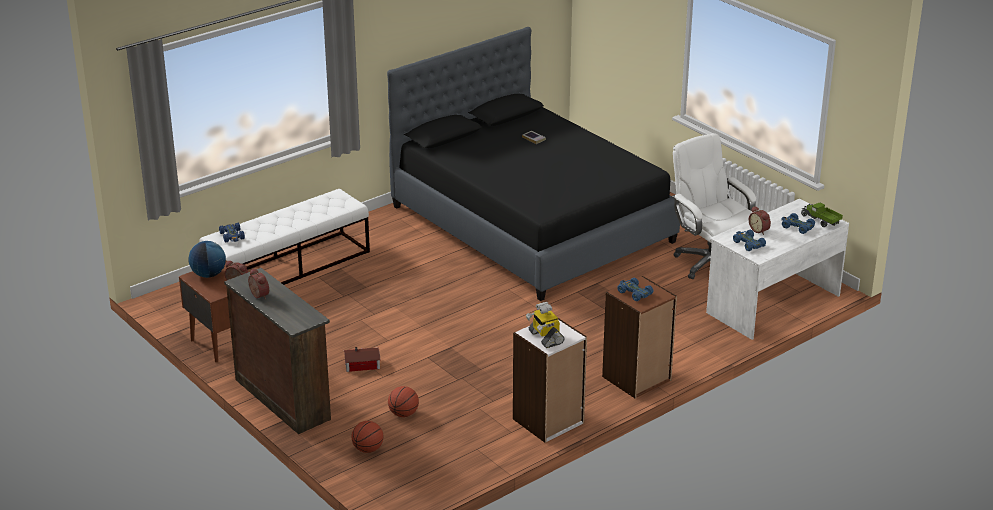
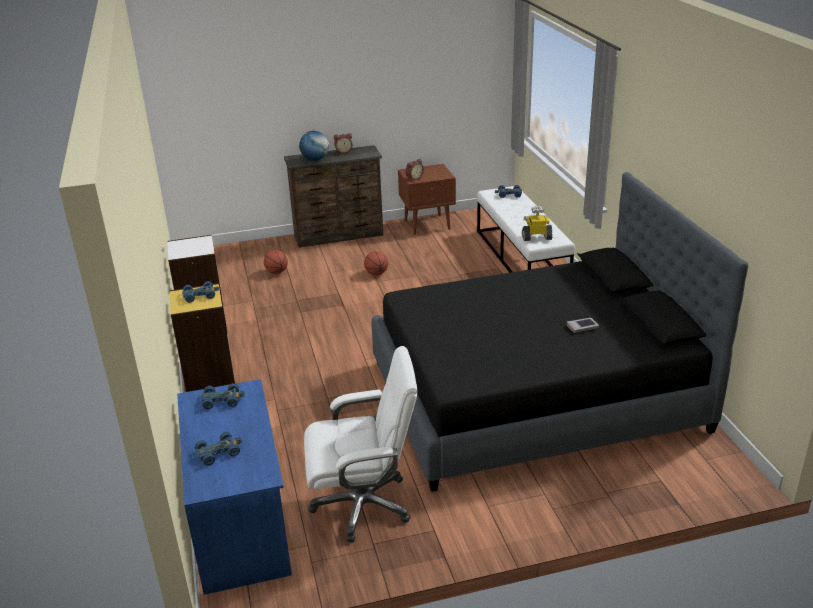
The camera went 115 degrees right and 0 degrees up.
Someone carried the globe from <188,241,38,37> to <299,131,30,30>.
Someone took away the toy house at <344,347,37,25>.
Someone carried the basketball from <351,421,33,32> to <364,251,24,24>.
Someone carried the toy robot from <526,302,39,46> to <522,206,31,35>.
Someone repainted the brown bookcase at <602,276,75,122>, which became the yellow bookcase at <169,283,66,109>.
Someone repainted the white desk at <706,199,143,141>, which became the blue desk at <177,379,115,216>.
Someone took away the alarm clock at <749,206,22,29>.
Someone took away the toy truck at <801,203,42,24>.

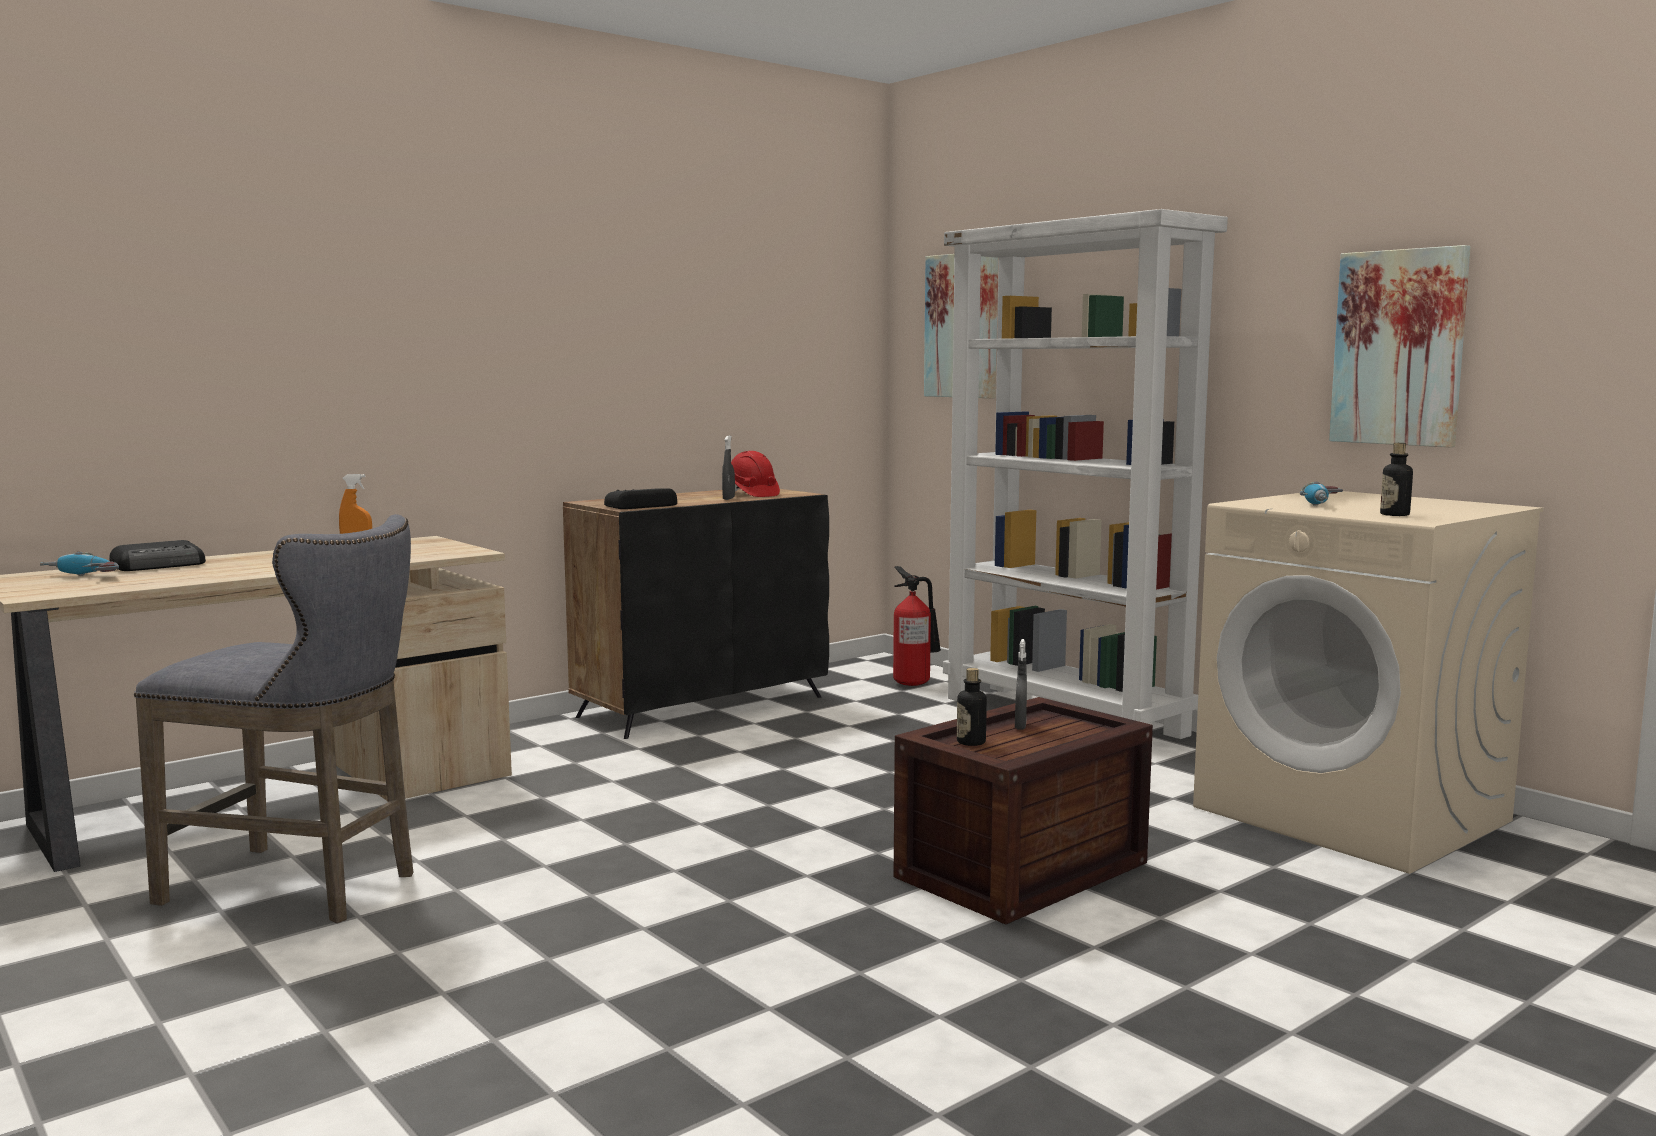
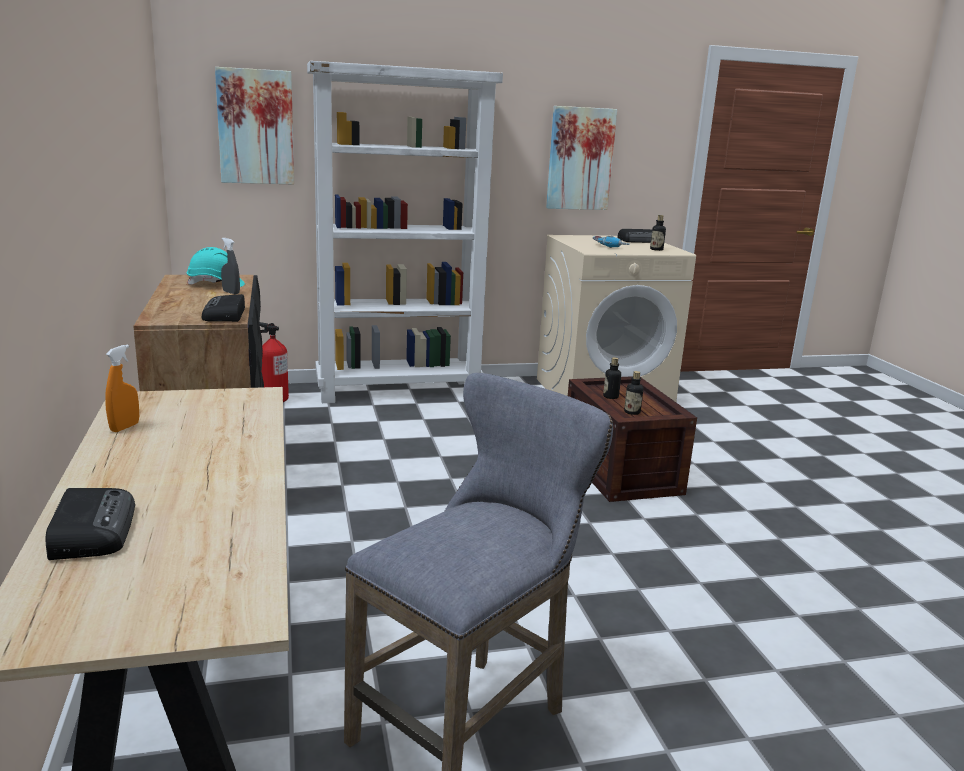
The camera went 65 degrees left and 10 degrees up.
Someone took away the power drill at <40,552,79,24>.
Someone repainted the red hard hat at <731,451,49,46>, which became the turquoise hard hat at <187,247,58,40>.
Someone swapped the grey spray bottle at <1015,639,12,91> for the bottle at <603,357,18,42>.
Someone put down the radio at <617,229,35,14>.

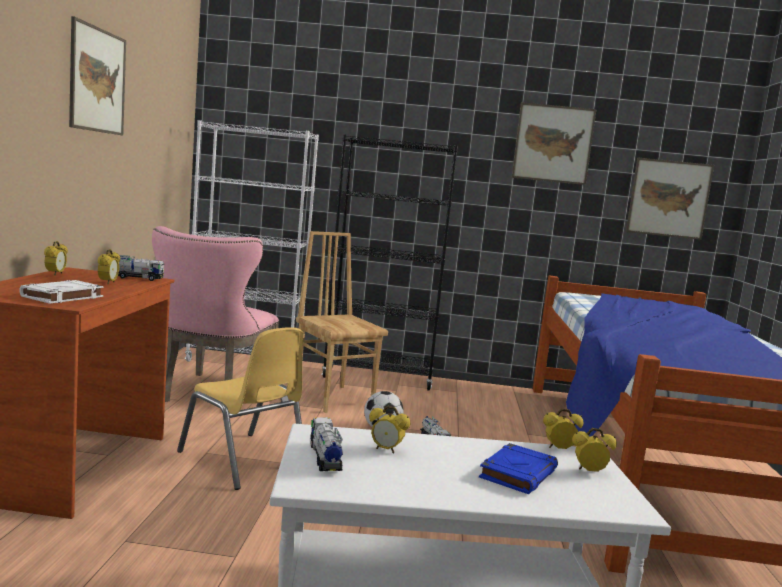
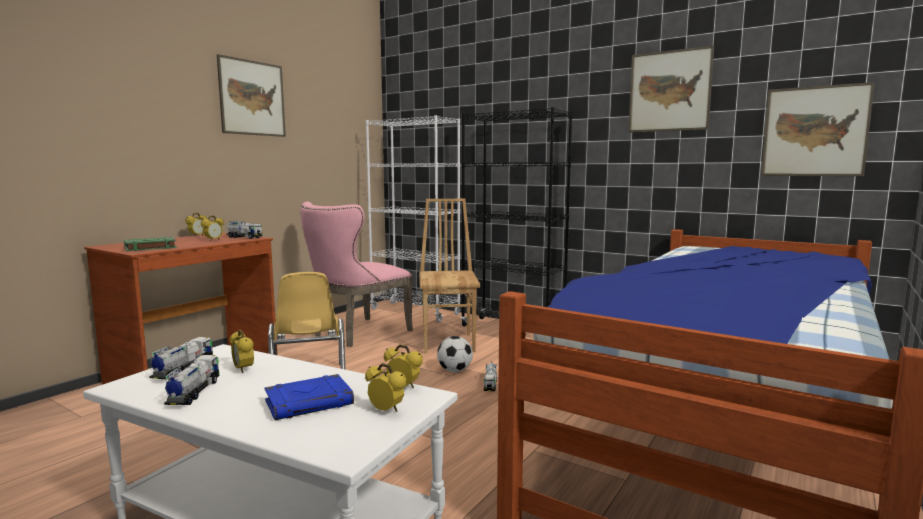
The camera went 30 degrees right and 0 degrees up.
Someone repainted the white book at <19,280,85,24>, which became the green book at <124,237,53,14>.
Someone put down the toy truck at <164,355,55,50>.

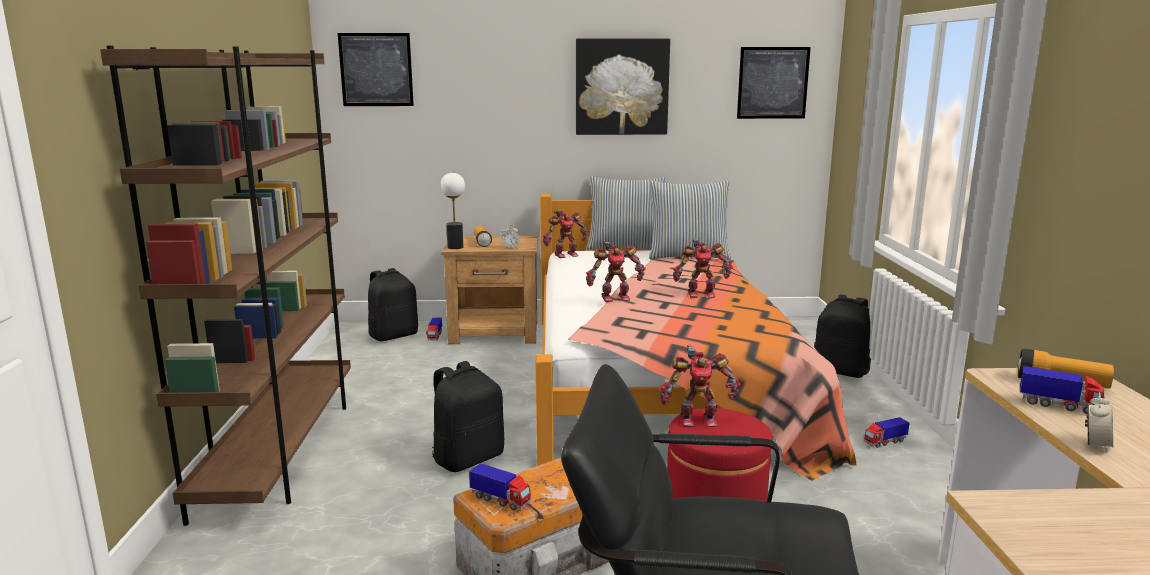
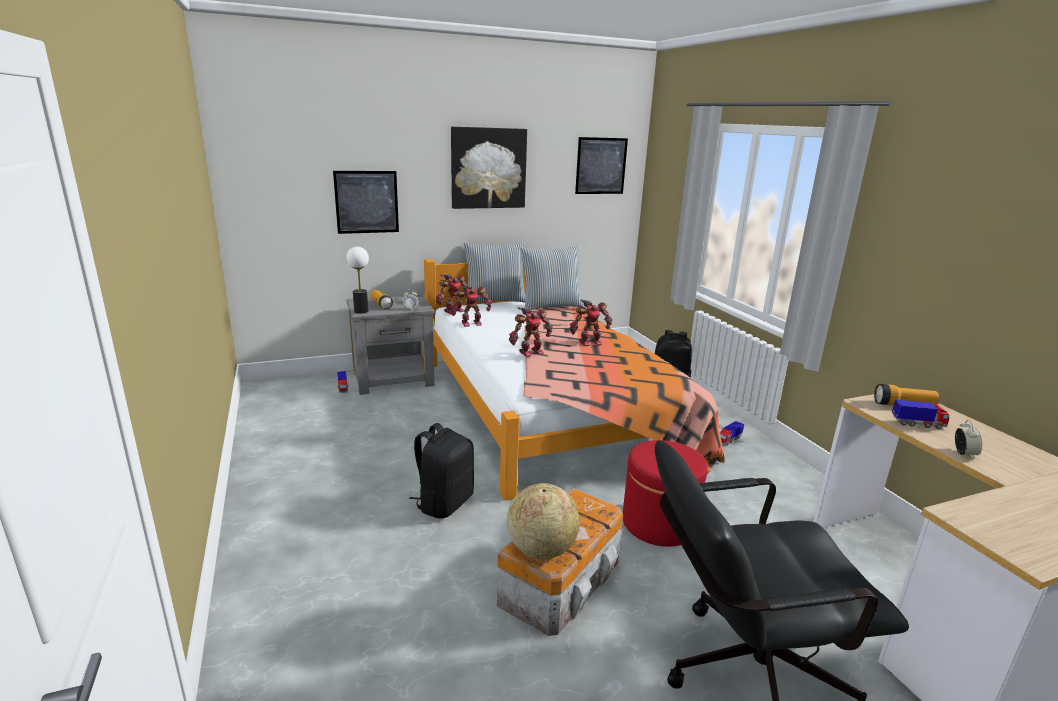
The camera went 20 degrees left and 5 degrees up.
Someone took away the brown bookcase at <100,46,251,480>.
Someone carried the picture from <338,33,76,73> to <333,171,66,63>.
Someone took away the black backpack at <368,268,50,73>.
Someone repainted the brown nightstand at <441,235,97,109>, which became the grey nightstand at <346,294,89,101>.
Someone swapped the toy truck at <469,463,62,48> for the globe at <507,483,73,76>.
Someone carried the toy robot from <660,345,81,82> to <451,284,41,43>.

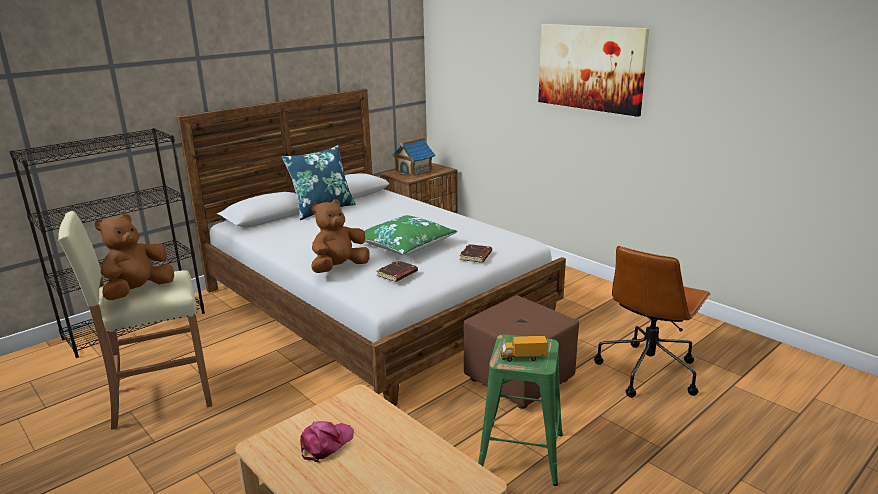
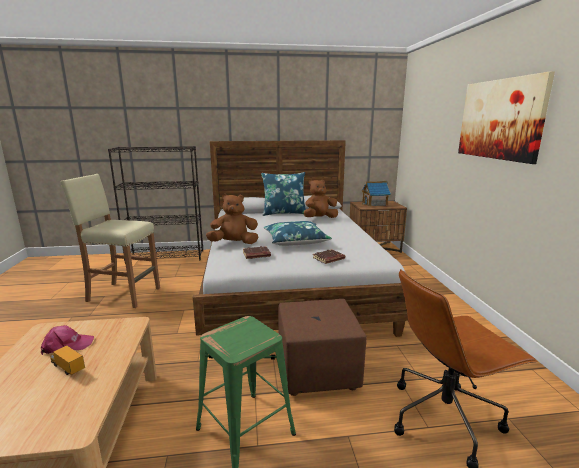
The camera went 35 degrees right and 5 degrees down.
Someone carried the brown plush toy from <95,213,79,87> to <304,180,34,38>.
Someone repainted the green pillow at <364,215,93,40>, which became the blue pillow at <264,221,68,25>.
Someone carried the toy truck from <501,336,47,26> to <50,345,35,30>.

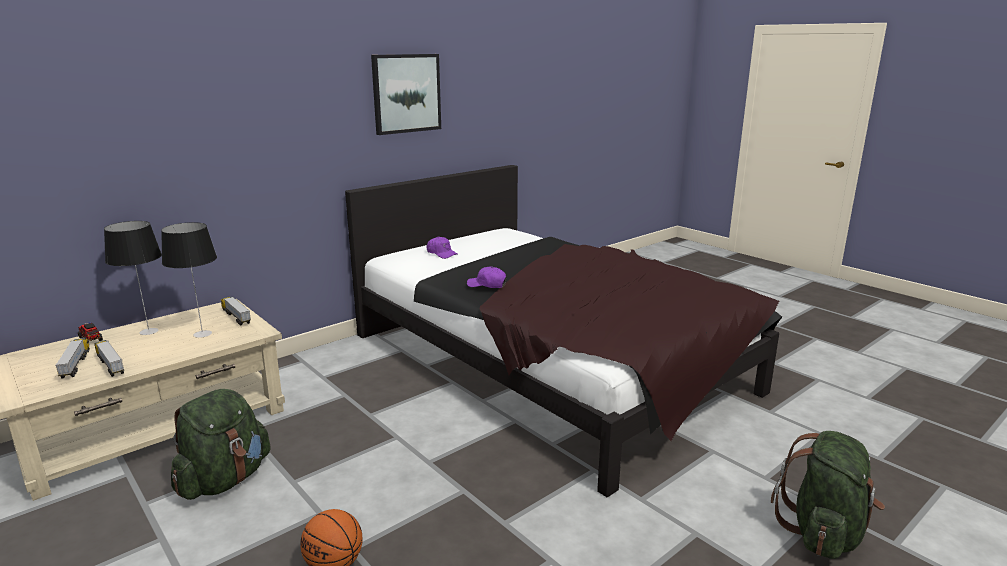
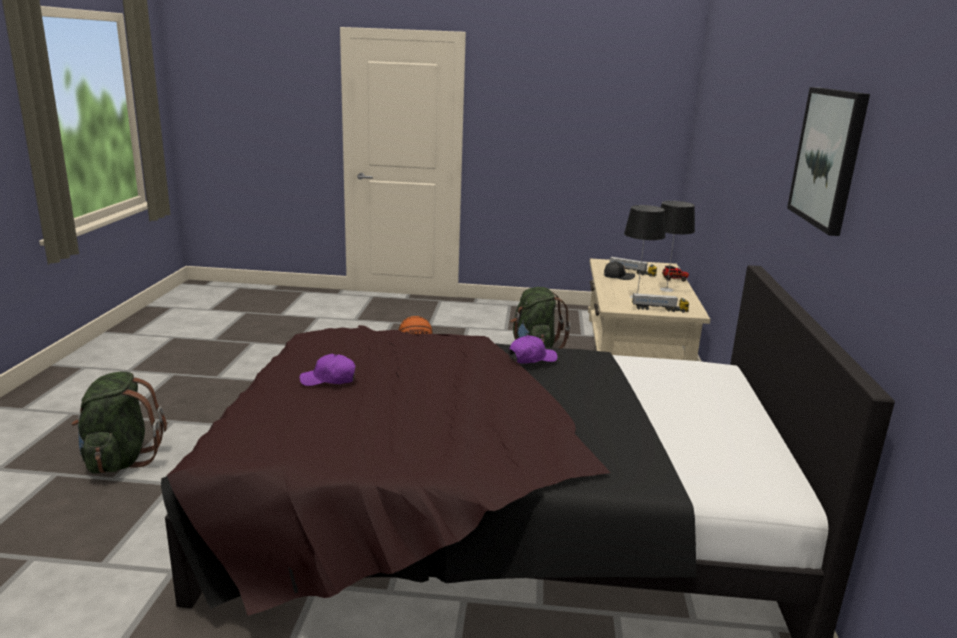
The camera went 135 degrees right and 0 degrees up.
Someone swapped the toy truck at <94,340,30,37> for the black cap at <604,261,31,19>.
Someone carried the purple cap from <427,237,31,22> to <299,354,57,32>.

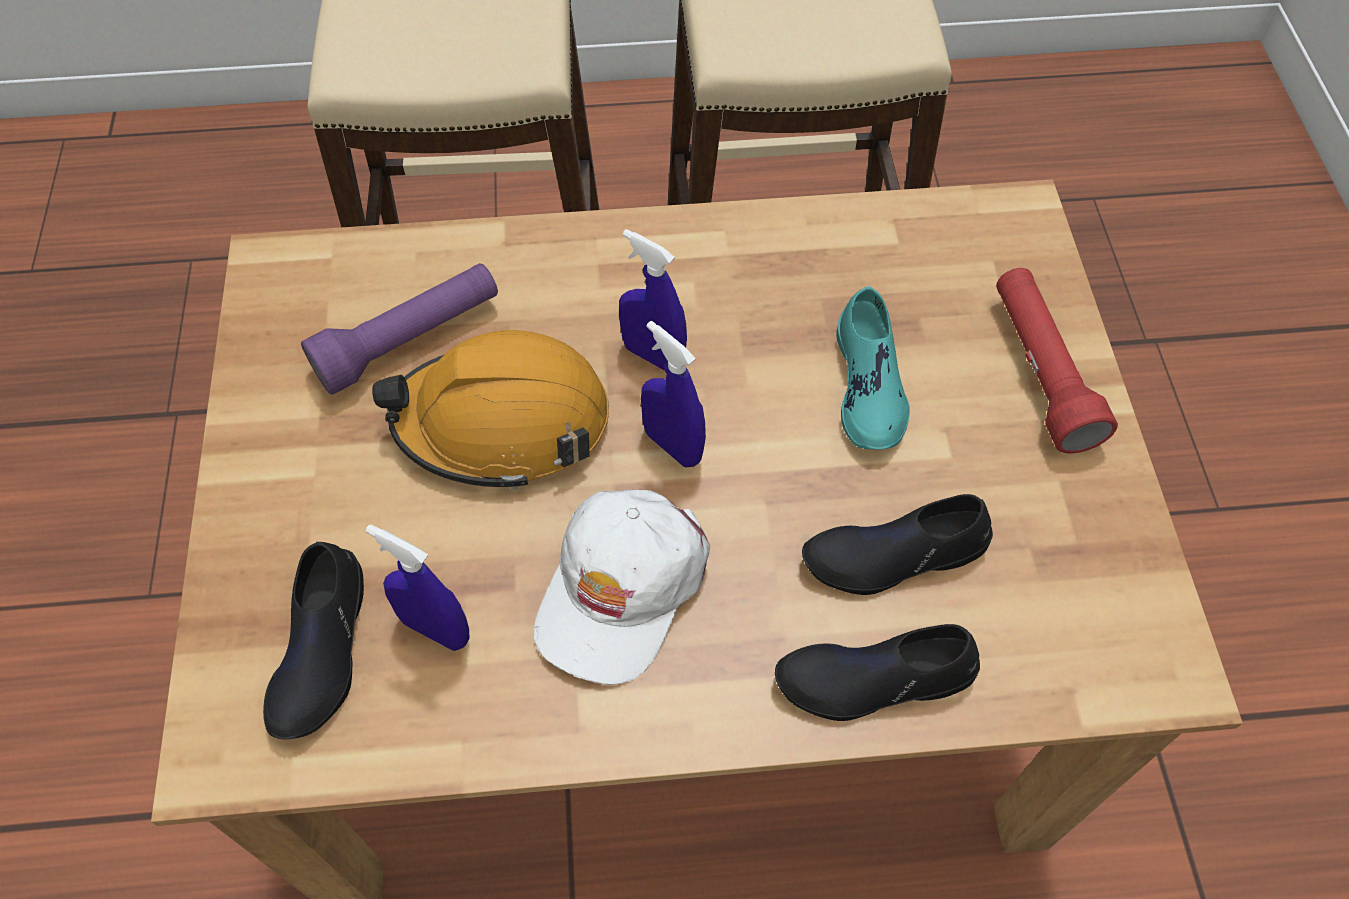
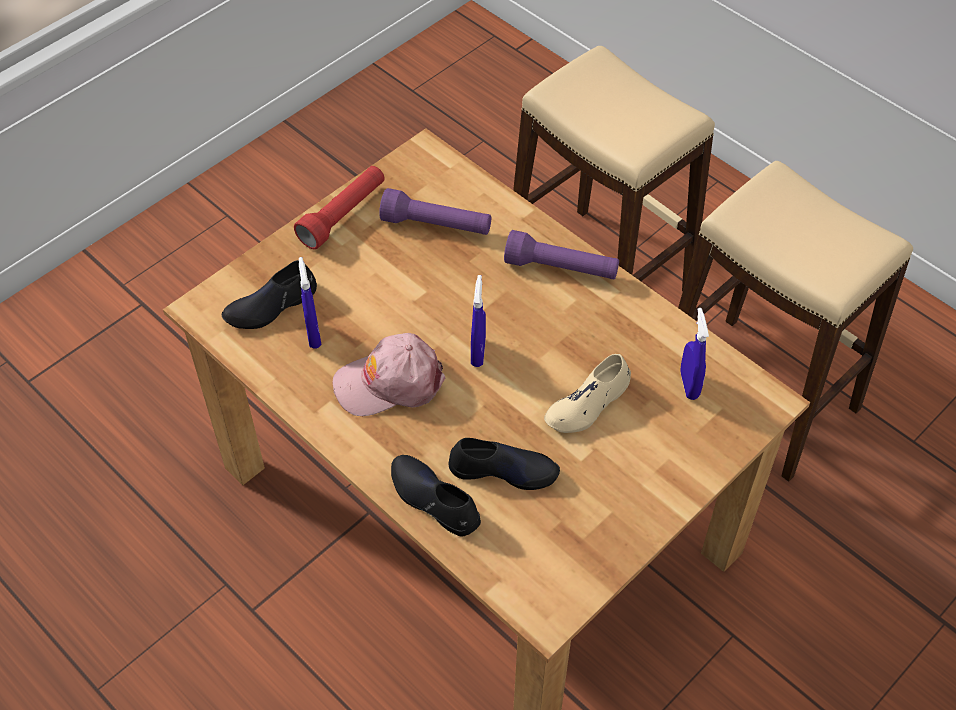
The camera went 50 degrees right and 5 degrees down.
Someone took away the orange hard hat at <372,330,237,159>.
Someone repainted the white cap at <534,489,176,196>, which became the pink cap at <332,333,114,83>.
Someone carried the blue spray bottle from <619,229,68,142> to <680,308,29,92>.
Someone rotated the black shoe at <802,494,191,101> by 150 degrees clockwise.
Someone repainted the turquoise shoe at <836,286,74,164>, which became the beige shoe at <544,354,87,79>.
Someone carried the red flashlight from <996,268,122,186> to <294,166,90,84>.
Someone put down the purple flashlight at <504,230,115,49>.

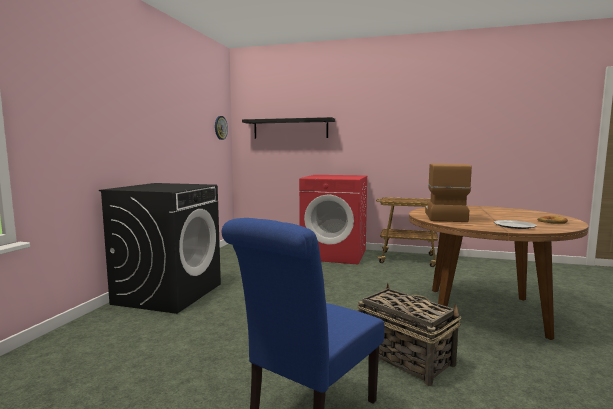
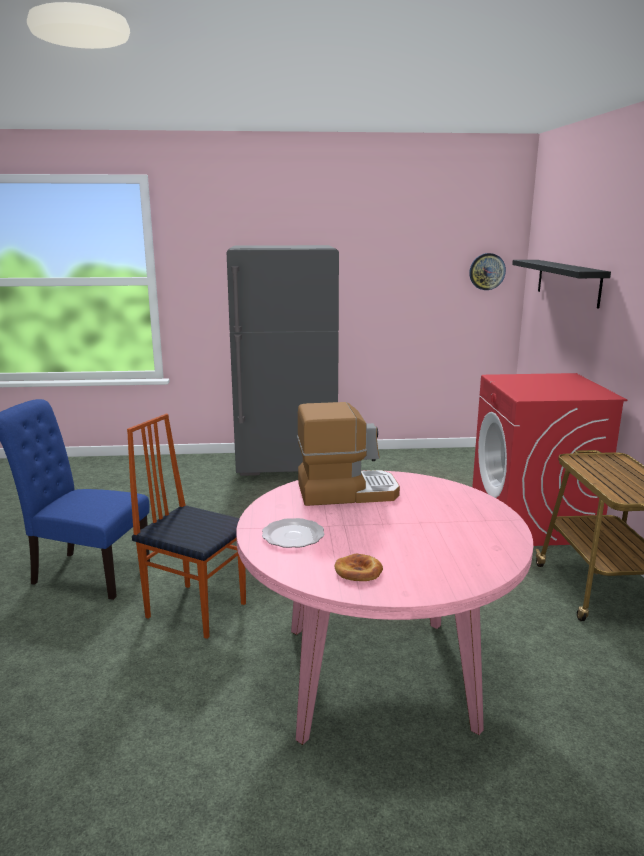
The camera went 70 degrees right and 10 degrees up.
Someone swapped the black washing machine at <99,183,122,131> for the grey fridge at <227,245,112,231>.
Someone swapped the basket at <357,283,104,103> for the chair at <127,414,119,225>.
Someone repainted the brown dining table at <409,206,179,134>, which became the pink dining table at <236,471,297,274>.

